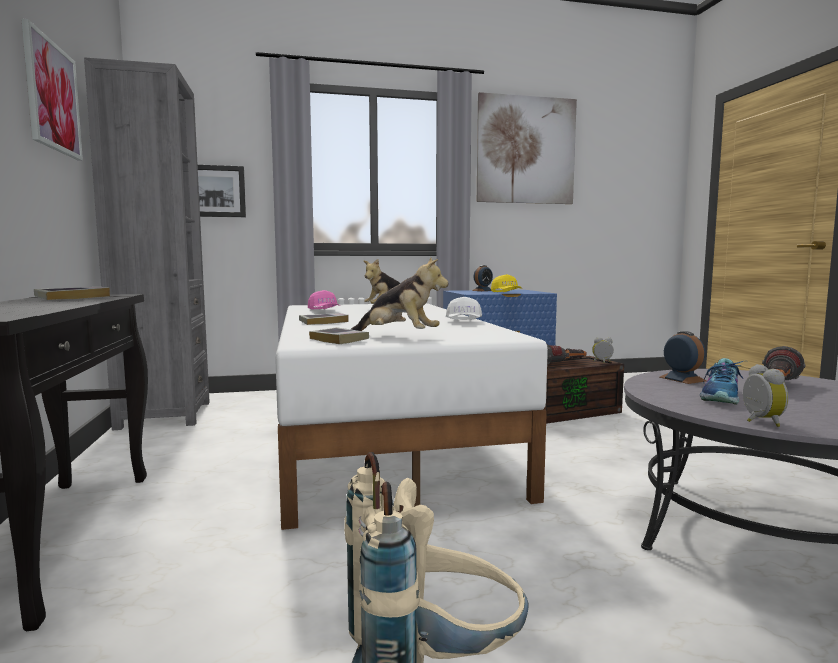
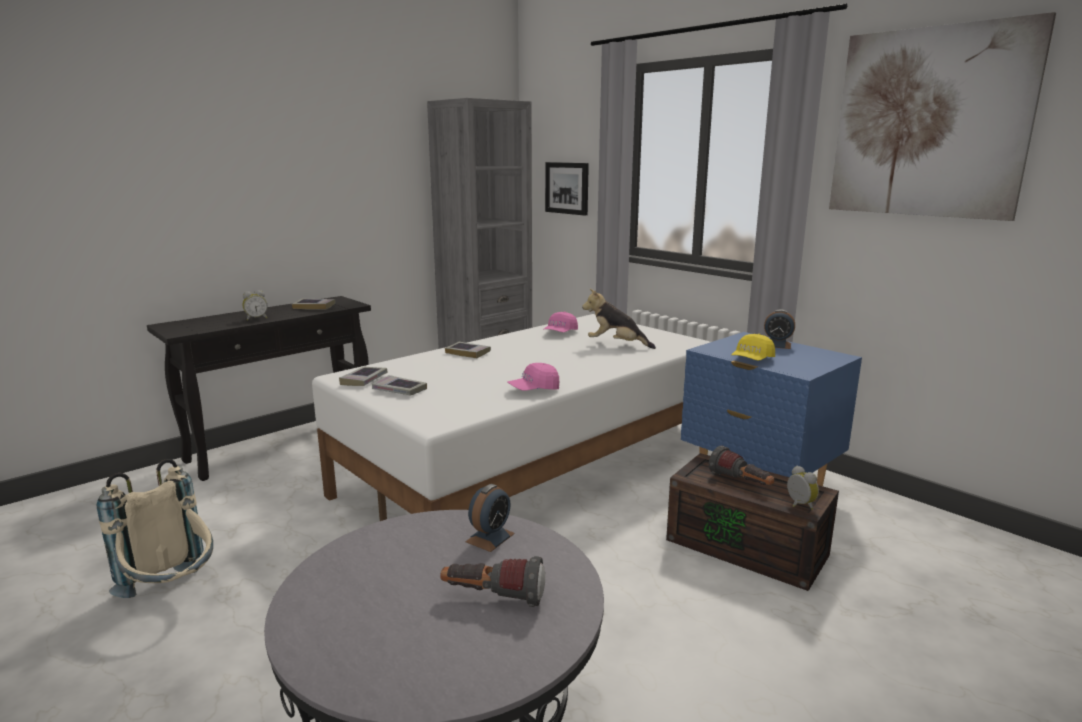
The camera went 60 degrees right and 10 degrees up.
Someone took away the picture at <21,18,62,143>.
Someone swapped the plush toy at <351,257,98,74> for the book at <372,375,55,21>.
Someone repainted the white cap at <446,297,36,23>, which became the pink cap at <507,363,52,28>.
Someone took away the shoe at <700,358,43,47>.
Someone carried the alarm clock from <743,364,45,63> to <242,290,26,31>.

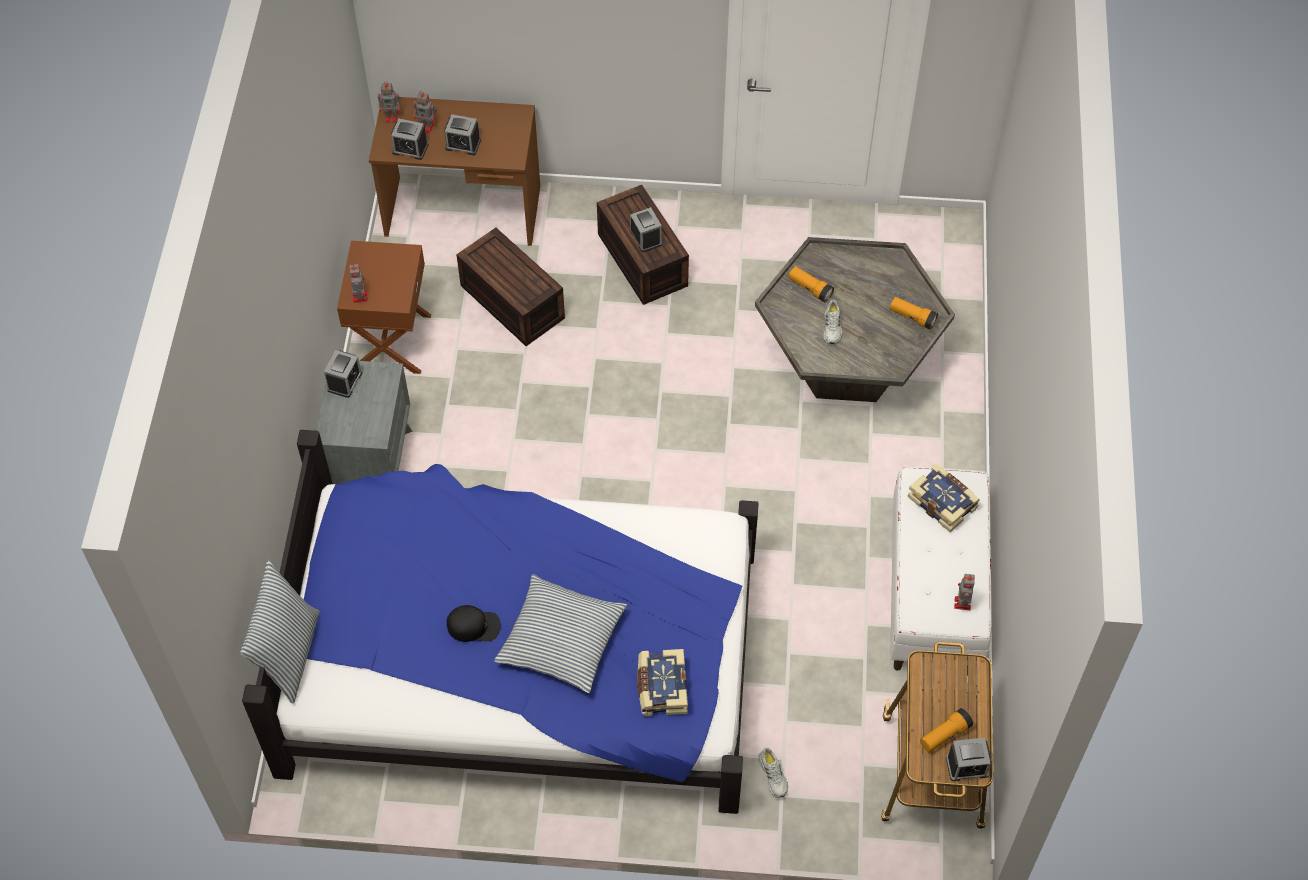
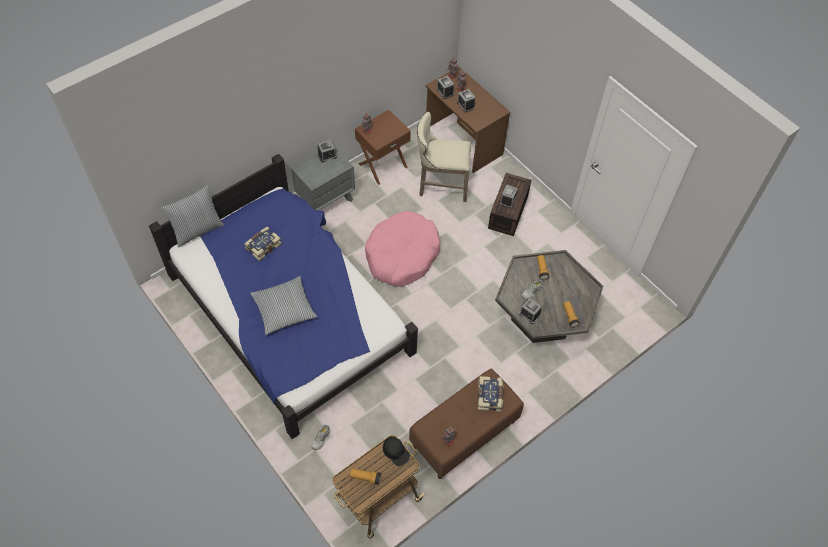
The camera went 45 degrees right and 0 degrees up.
Someone carried the black cap from <446,605,55,37> to <383,437,27,29>.
Someone swapped the brown storage box at <456,228,109,118> for the beige stool at <417,112,54,90>.
Someone carried the book from <637,649,51,67> to <244,227,38,34>.
Someone repainted the white bench at <890,467,102,208>, which became the brown bench at <409,368,115,111>.
Someone carried the alarm clock from <946,738,45,43> to <519,298,23,26>.
Someone put down the pink dog bed at <365,211,75,76>.

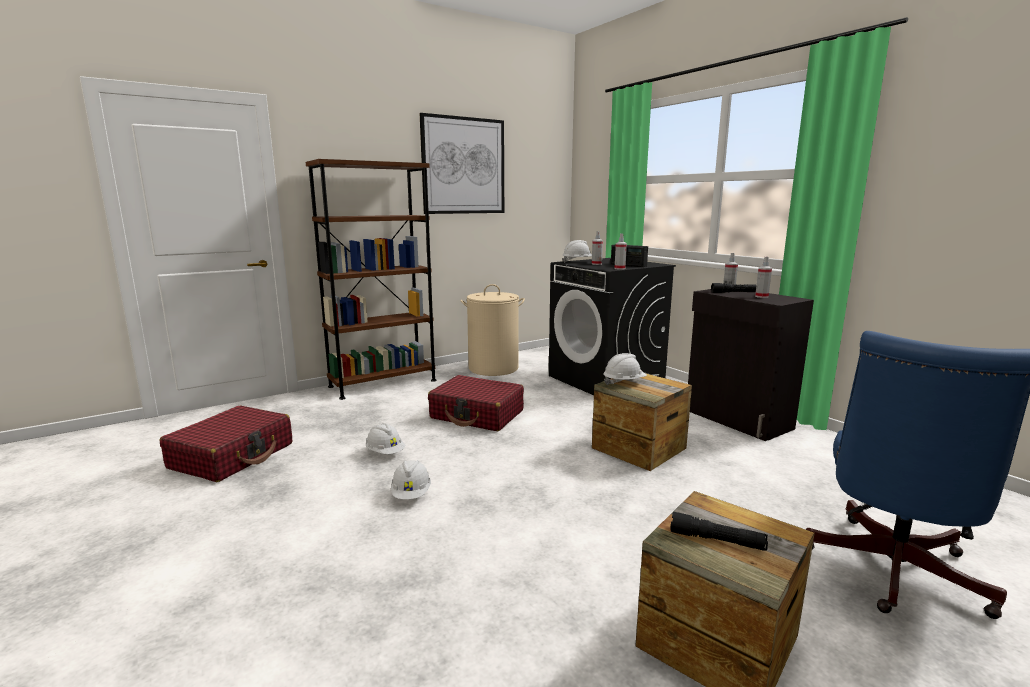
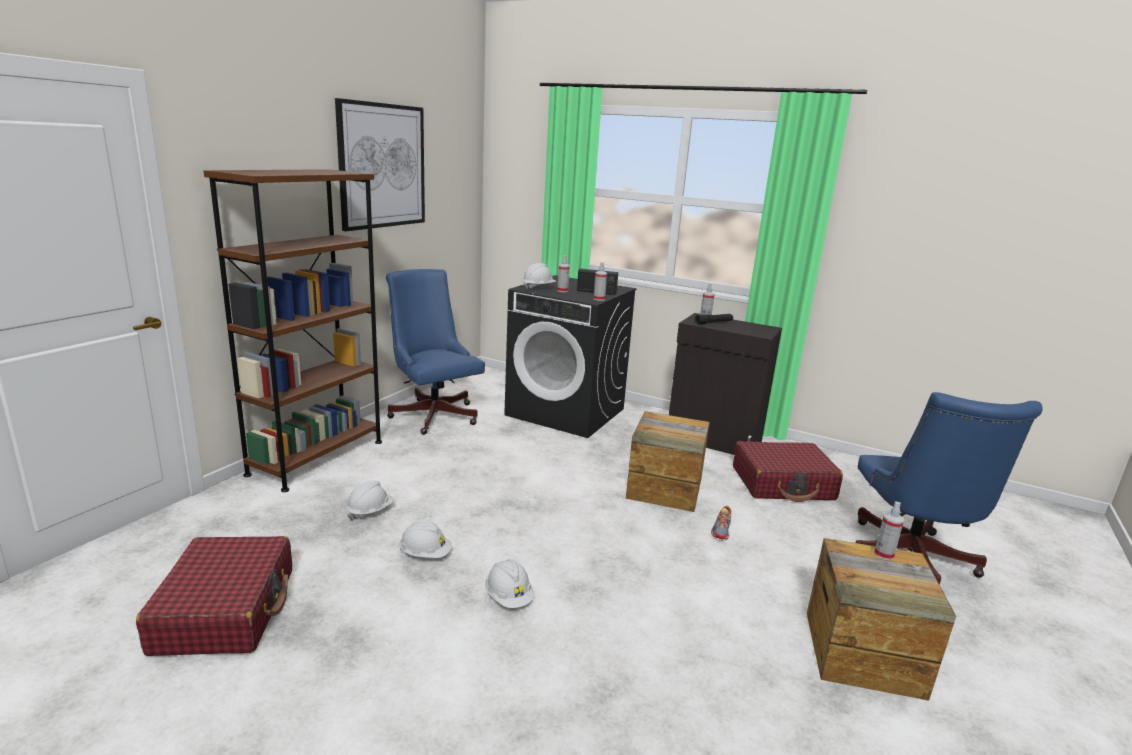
The camera went 30 degrees left and 5 degrees up.
Someone carried the red suitcase from <428,375,96,56> to <733,441,110,61>.
Someone swapped the beige laundry basket at <461,284,64,92> for the blue office chair at <386,269,99,166>.
Someone carried the white hard hat from <603,353,44,32> to <346,481,48,39>.
Someone took away the black flashlight at <670,512,98,39>.
Someone carried the spray bottle from <755,257,17,41> to <874,502,30,58>.
Someone put down the shoe at <711,506,21,34>.

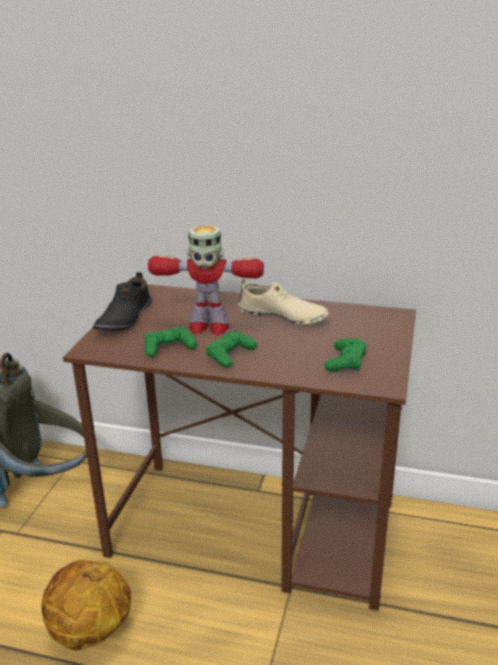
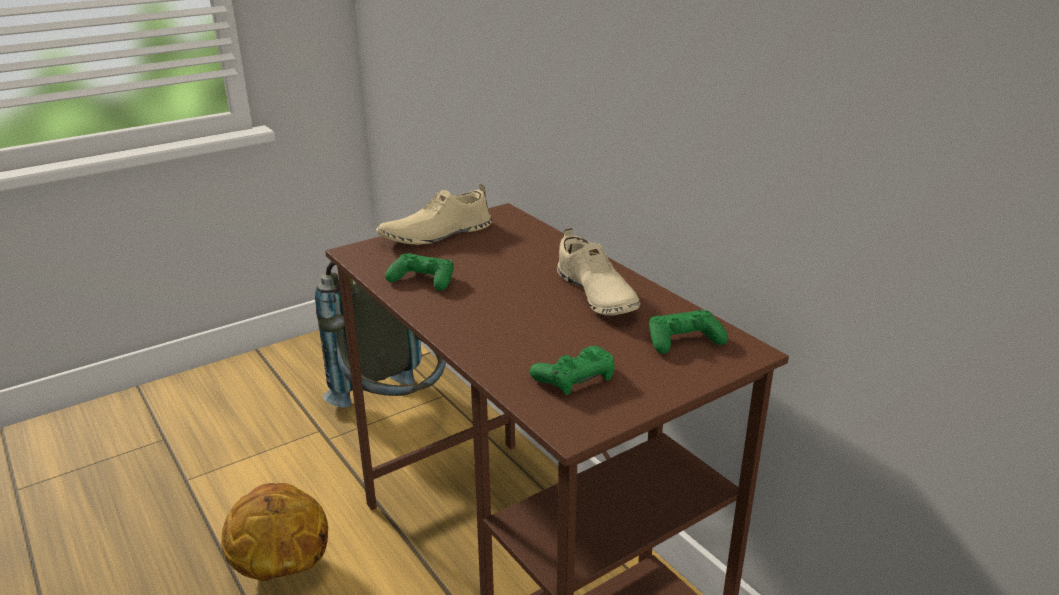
The camera went 40 degrees right and 0 degrees up.
Someone repainted the black shoe at <93,272,59,59>, which became the beige shoe at <376,184,116,61>.
Someone took away the toy robot at <148,225,116,110>.
Someone carried the green game controller from <206,331,51,37> to <649,310,79,44>.

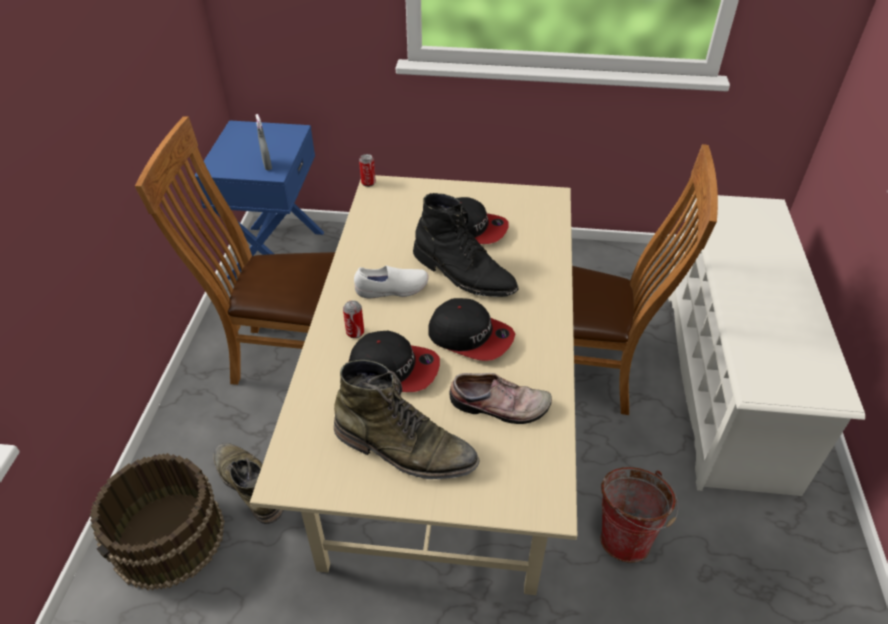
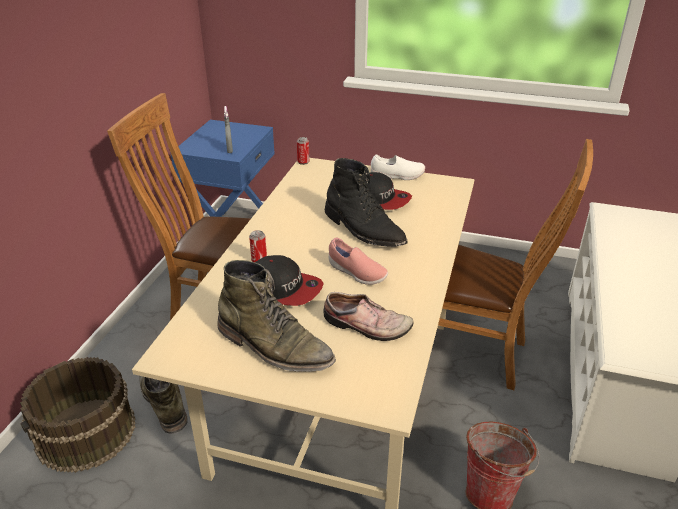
The camera went 10 degrees right and 10 degrees down.
Someone carried the white shoe from <354,266,74,33> to <371,154,54,26>.
Someone swapped the cap at <429,298,86,63> for the pink shoe at <329,238,59,47>.

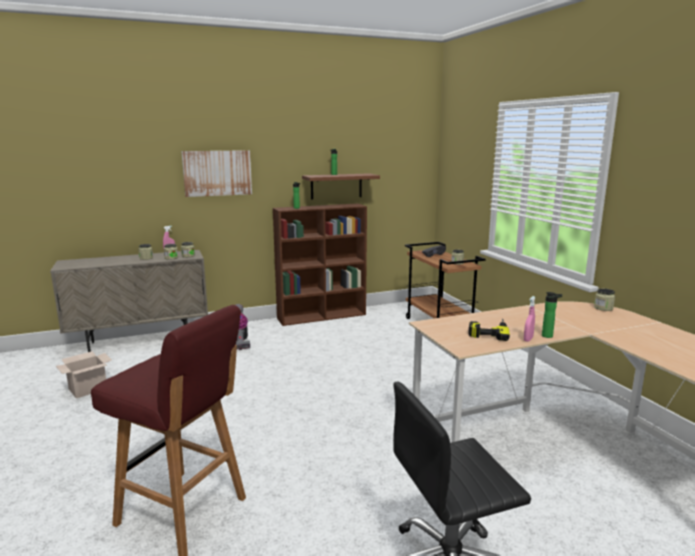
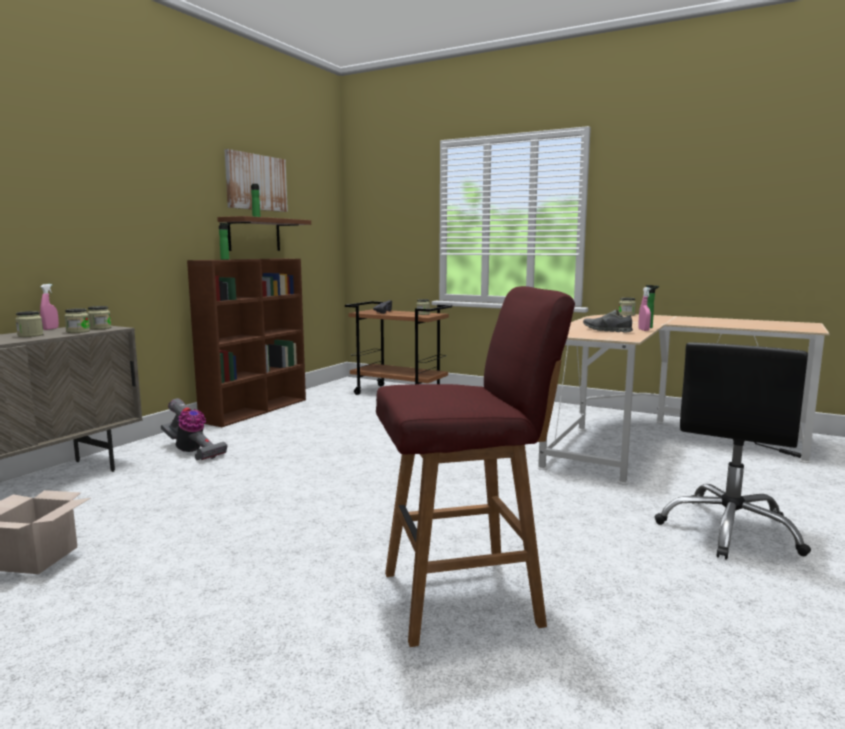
The camera went 40 degrees left and 5 degrees down.
Someone carried the picture from <181,150,71,47> to <224,149,64,63>.
Someone swapped the power drill at <468,319,42,22> for the grey shoe at <583,309,50,24>.

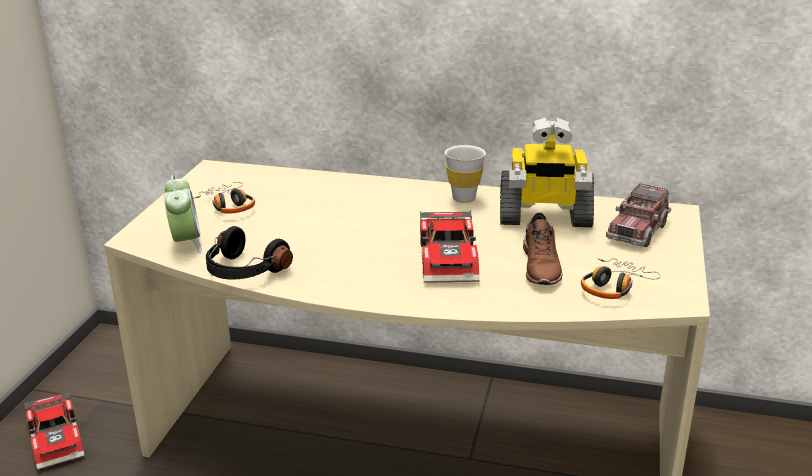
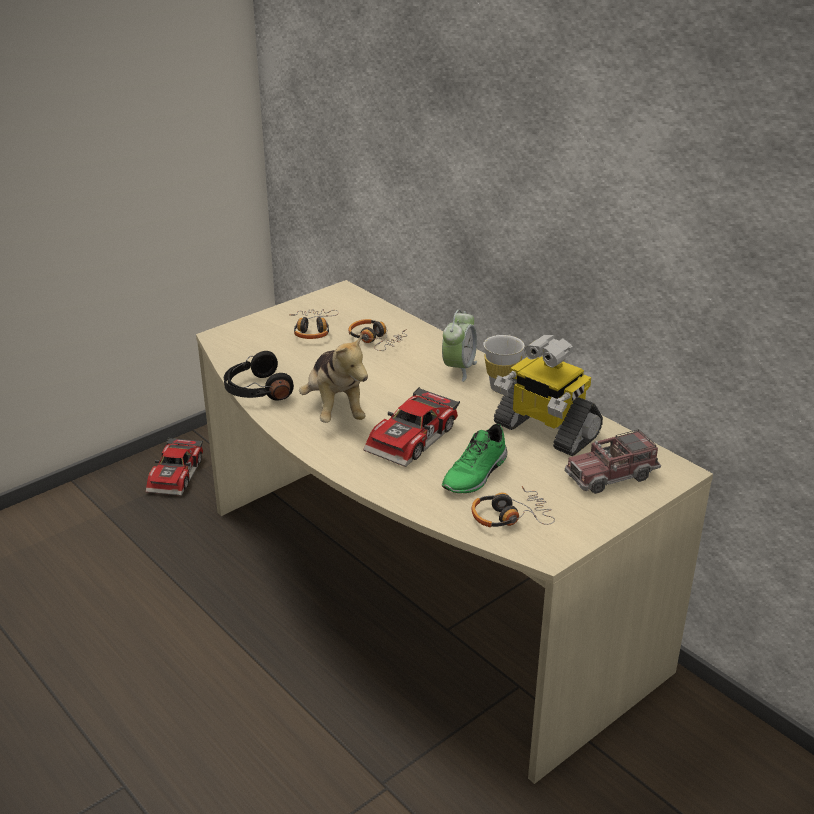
The camera went 35 degrees right and 5 degrees up.
Someone carried the alarm clock from <164,175,38,78> to <442,310,35,72>.
Someone repainted the brown shoe at <523,212,39,73>, which became the green shoe at <442,424,66,69>.
Someone put down the plush toy at <299,334,69,89>.
Someone put down the headphones at <348,319,59,32>.

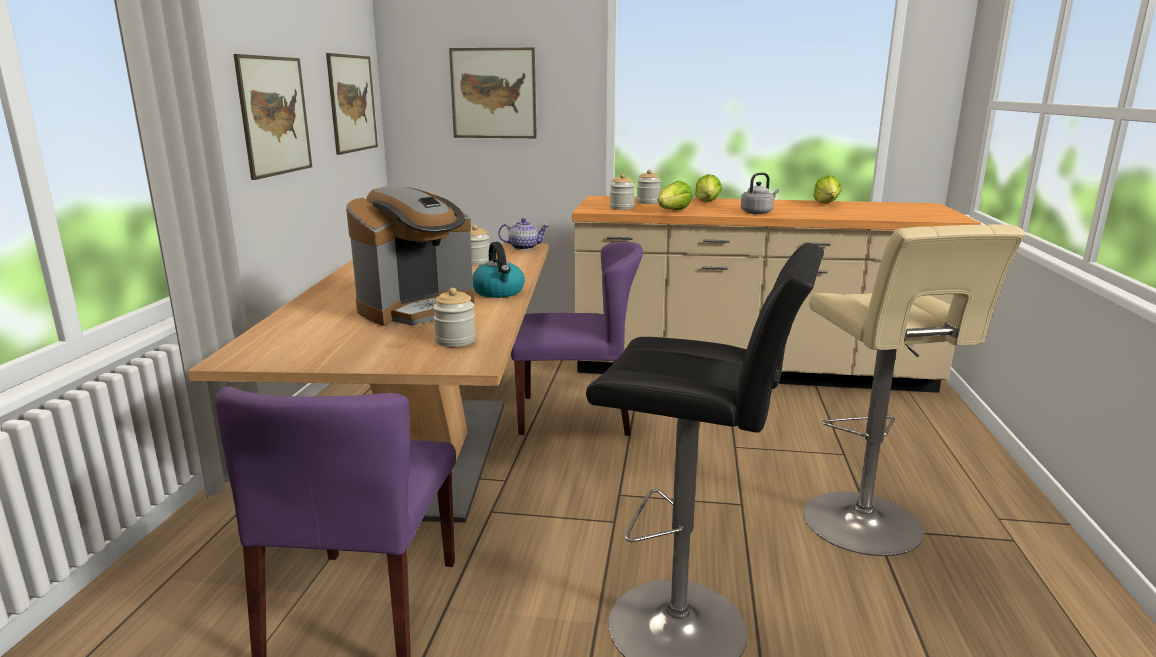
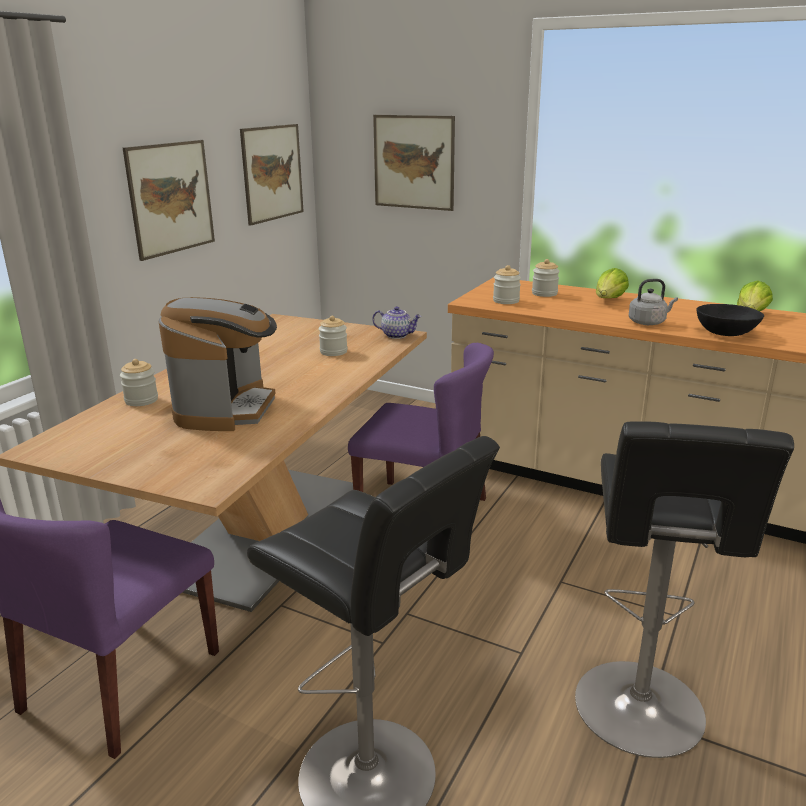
The camera went 20 degrees right and 5 degrees up.
Someone rotated the coffee machine at <346,185,129,141> by 60 degrees counterclockwise.
Someone carried the jar from <433,288,43,59> to <120,359,38,47>.
Someone took away the kettle at <472,242,53,56>.
Someone took away the lettuce at <658,181,35,29>.
Someone repainted the beige stool at <804,224,222,332>, which became the black stool at <575,421,219,337>.
Someone put down the black bowl at <697,304,67,32>.

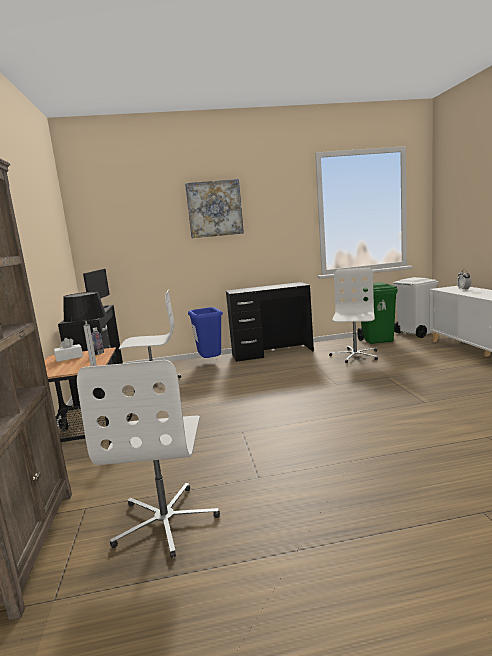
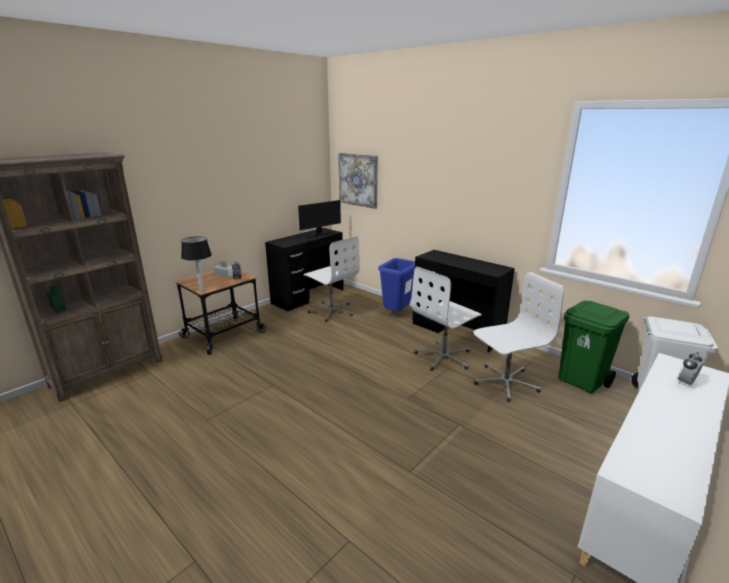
The camera went 50 degrees right and 10 degrees up.
Someone carried the white office chair from <77,360,143,198> to <411,267,71,104>.
Someone carried the picture from <185,179,59,59> to <338,153,40,56>.

